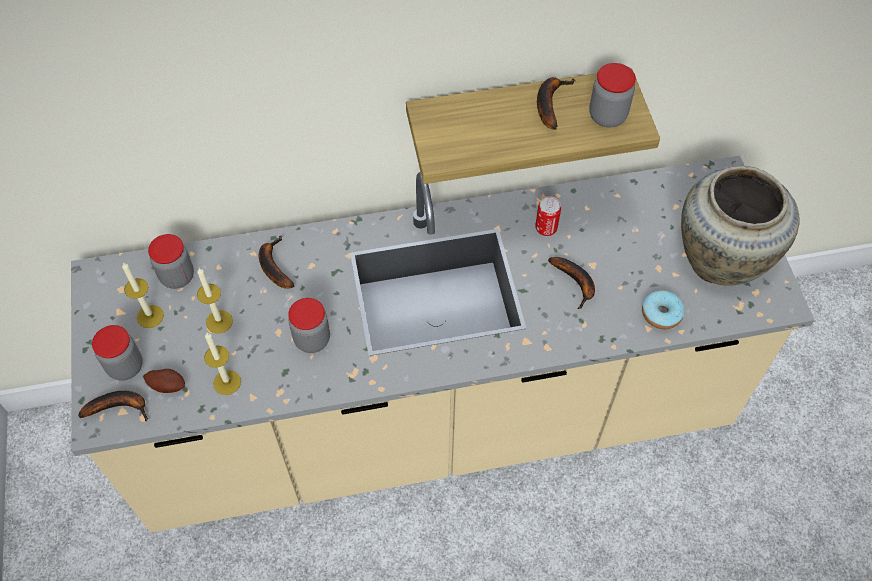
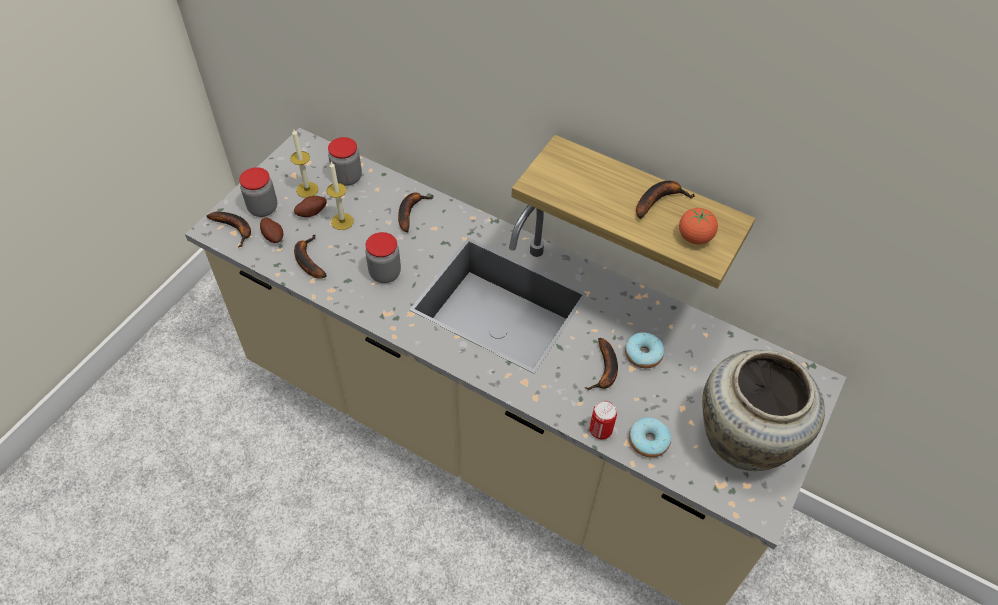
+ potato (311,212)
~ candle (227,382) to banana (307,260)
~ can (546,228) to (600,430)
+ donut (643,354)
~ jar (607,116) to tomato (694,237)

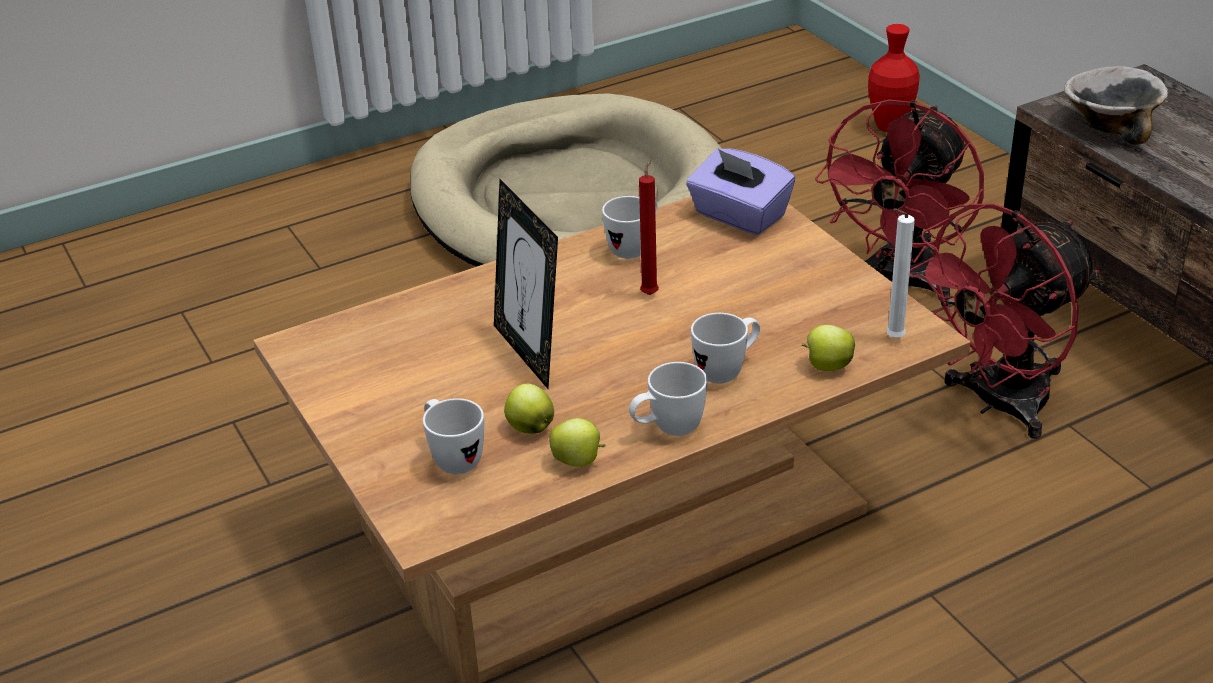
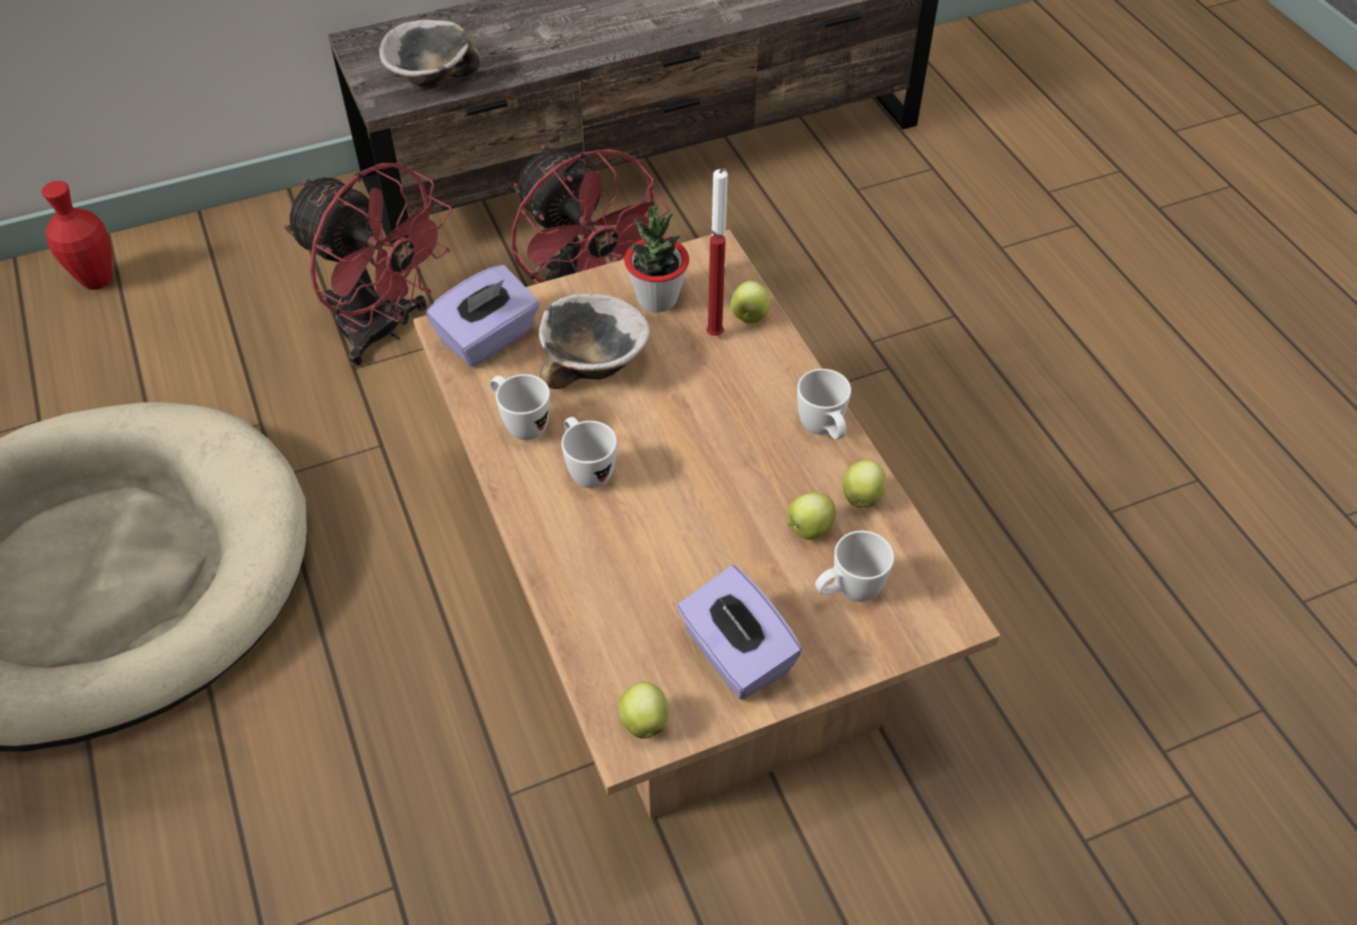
+ bowl (595,363)
~ white mug (727,370) to (586,469)
+ apple (644,721)
+ potted plant (657,299)
+ purple tissue box (735,655)
~ red candle (650,293) to (712,334)
- picture frame (529,353)

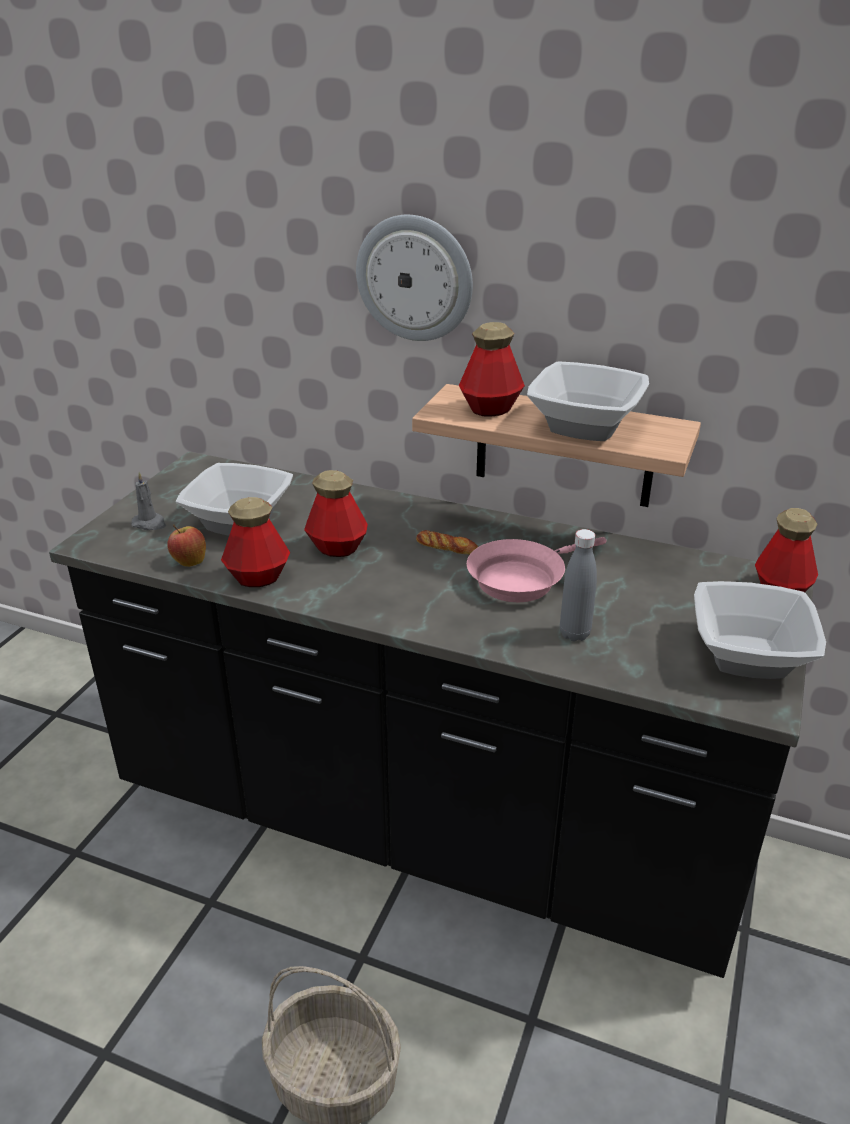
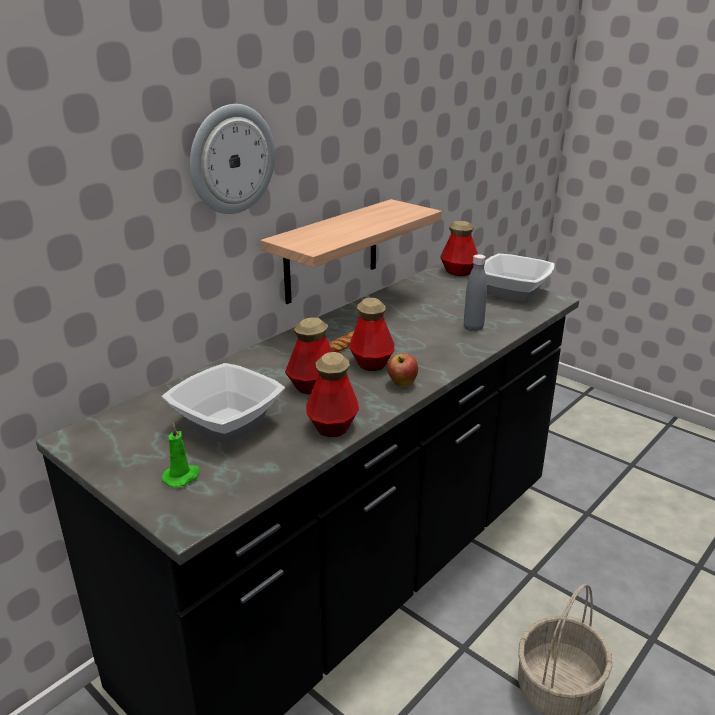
~ grey candle (150,524) to green candle (182,477)
~ bottle (490,409) to (371,363)
~ apple (189,562) to (402,384)
- pink frying pan (521,578)
- bowl (582,426)

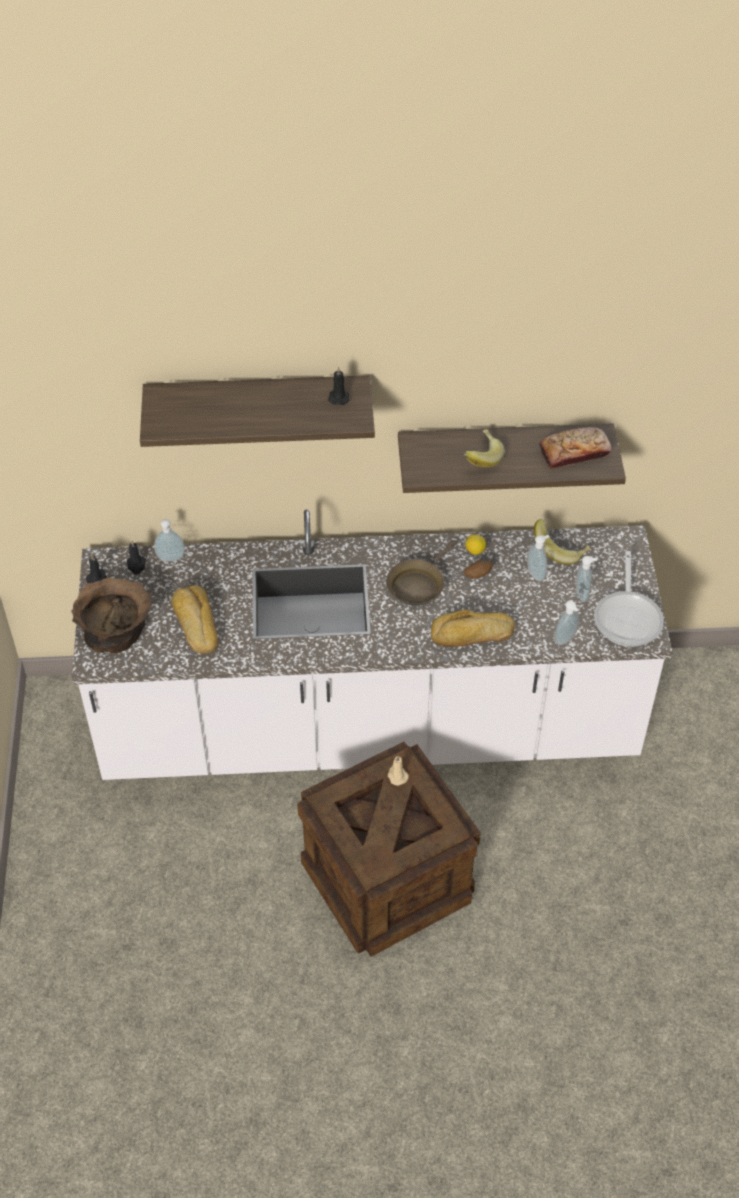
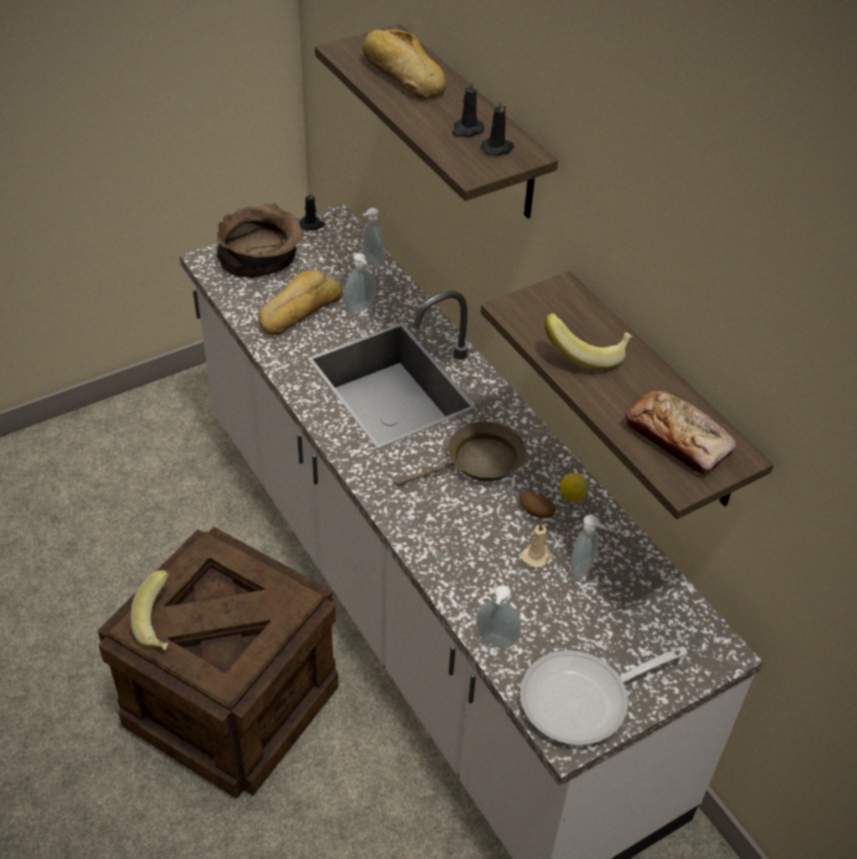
~ banana (560,550) to (161,623)
~ soap dispenser (583,594) to (361,308)
~ bread (472,635) to (402,75)
~ brown frying pan (417,585) = (478,463) 150 degrees clockwise
~ black candle (136,565) to (467,130)
~ beige candle (397,775) to (537,555)

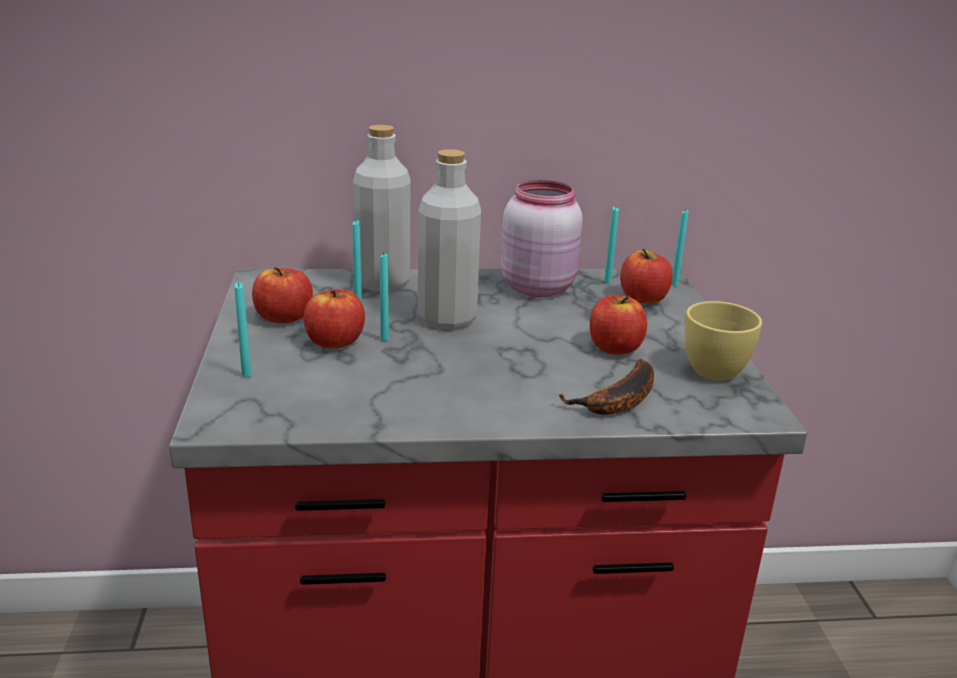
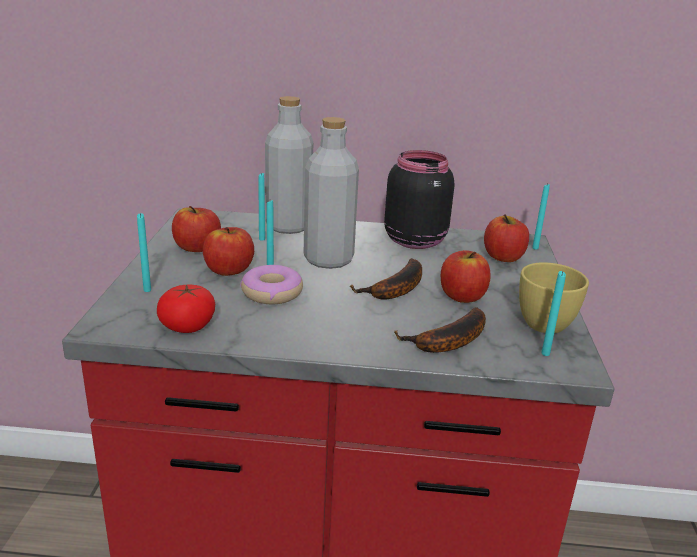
+ tomato (187,325)
+ donut (272,293)
+ banana (396,290)
~ pink jar (537,286) to black jar (414,240)
~ turquoise candle (607,282) to (545,353)

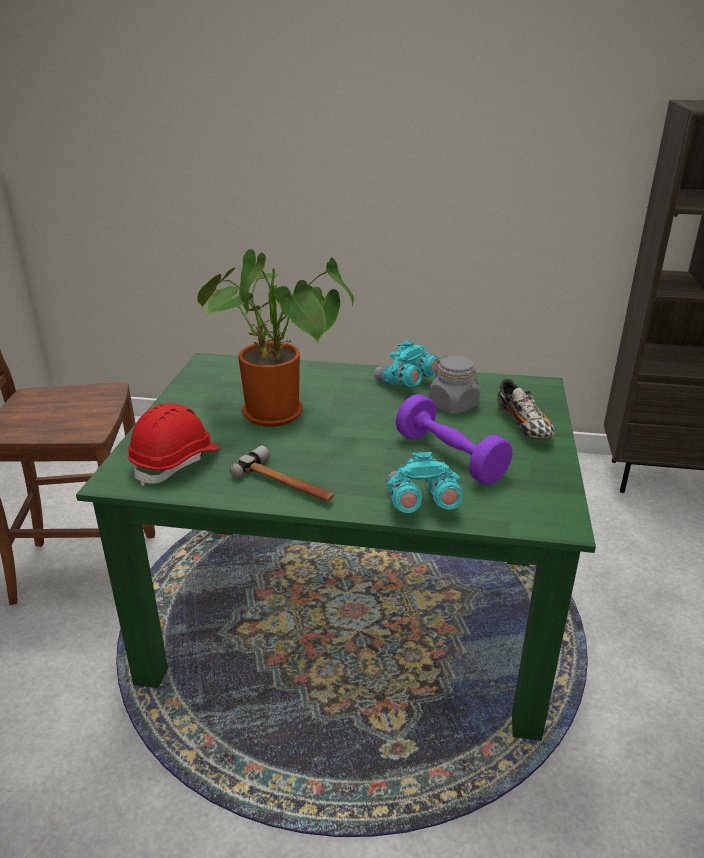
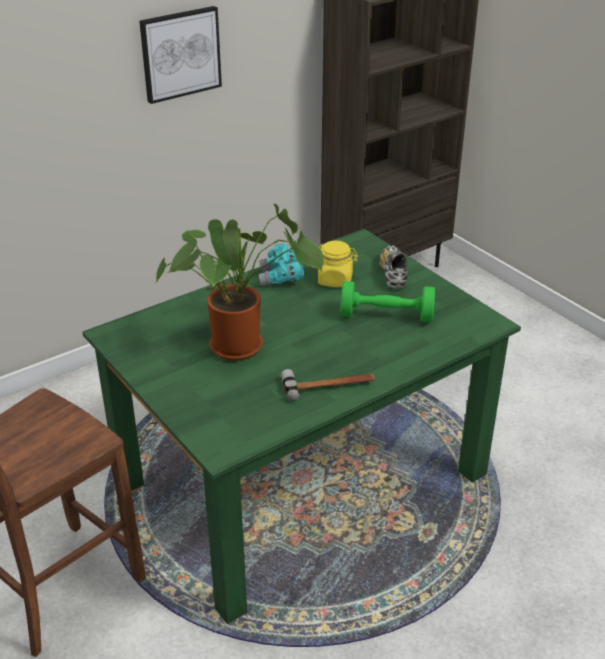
+ picture (180,54)
~ grey jar (453,405) to yellow jar (335,280)
~ purple dumbbell (450,457) to green dumbbell (386,316)
~ shoe (523,426) = (393,274) 120 degrees counterclockwise
- red hard hat (176,462)
- turquoise binoculars (420,504)

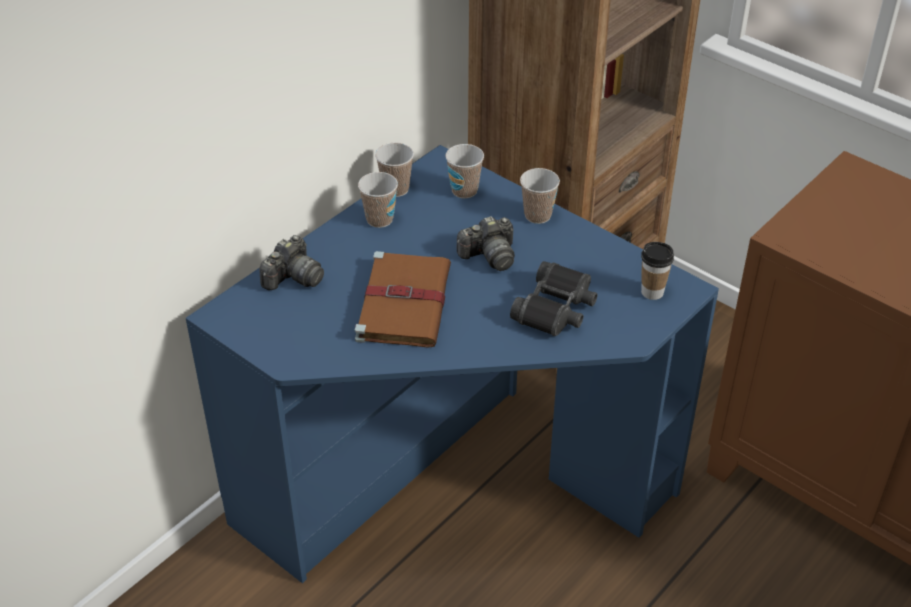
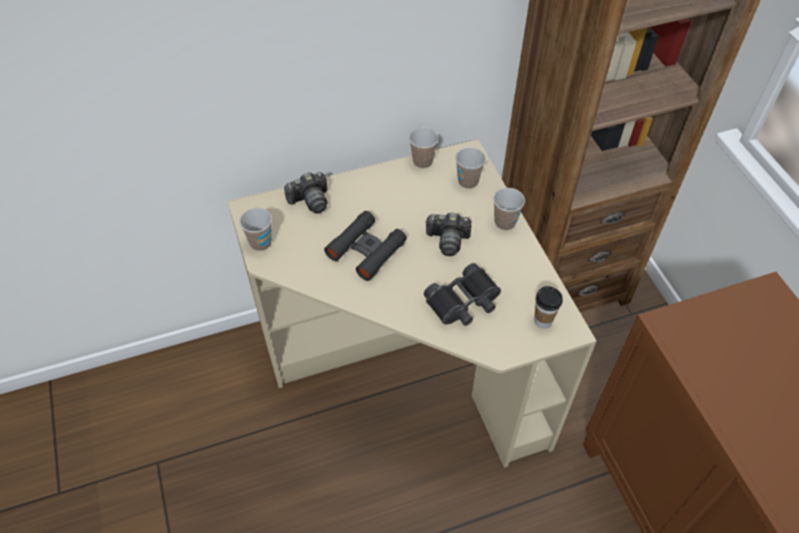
~ blue desk (450,481) to beige desk (408,365)
~ cup (379,219) to (260,243)
~ brown book (404,301) to black binoculars (366,250)

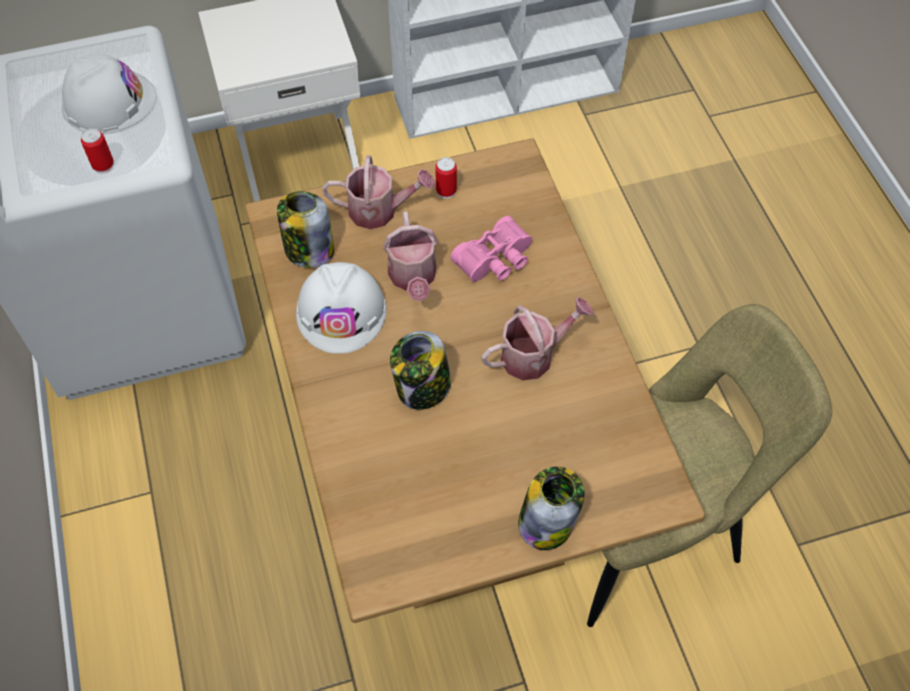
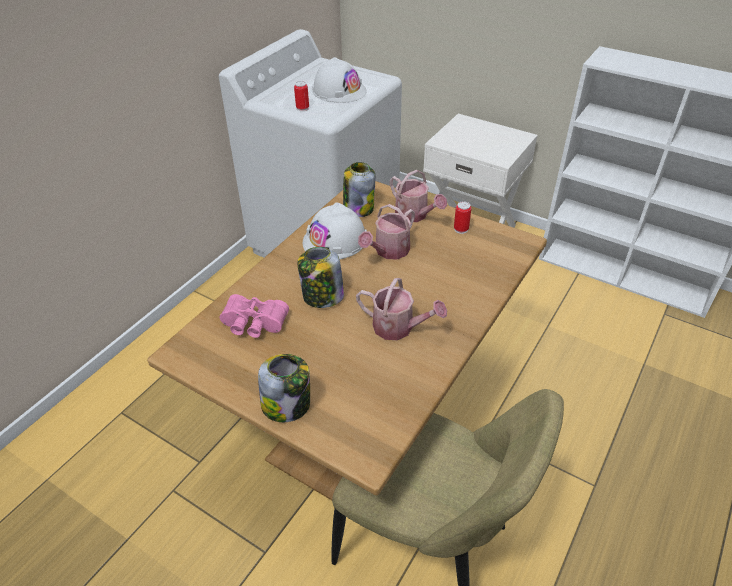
~ pink binoculars (496,261) to (253,325)

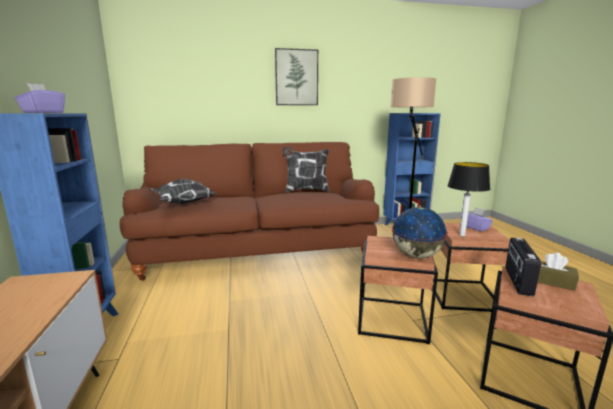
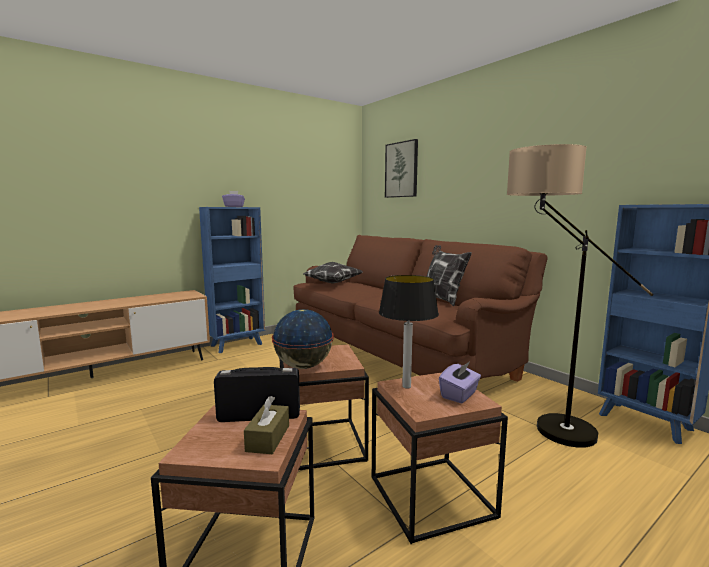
~ picture (296,77) to (401,170)

